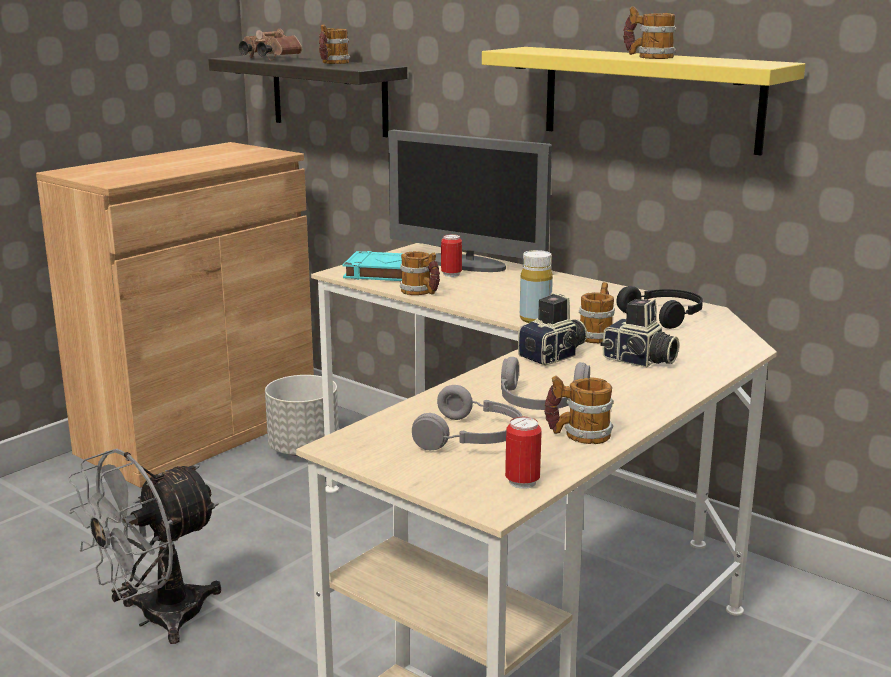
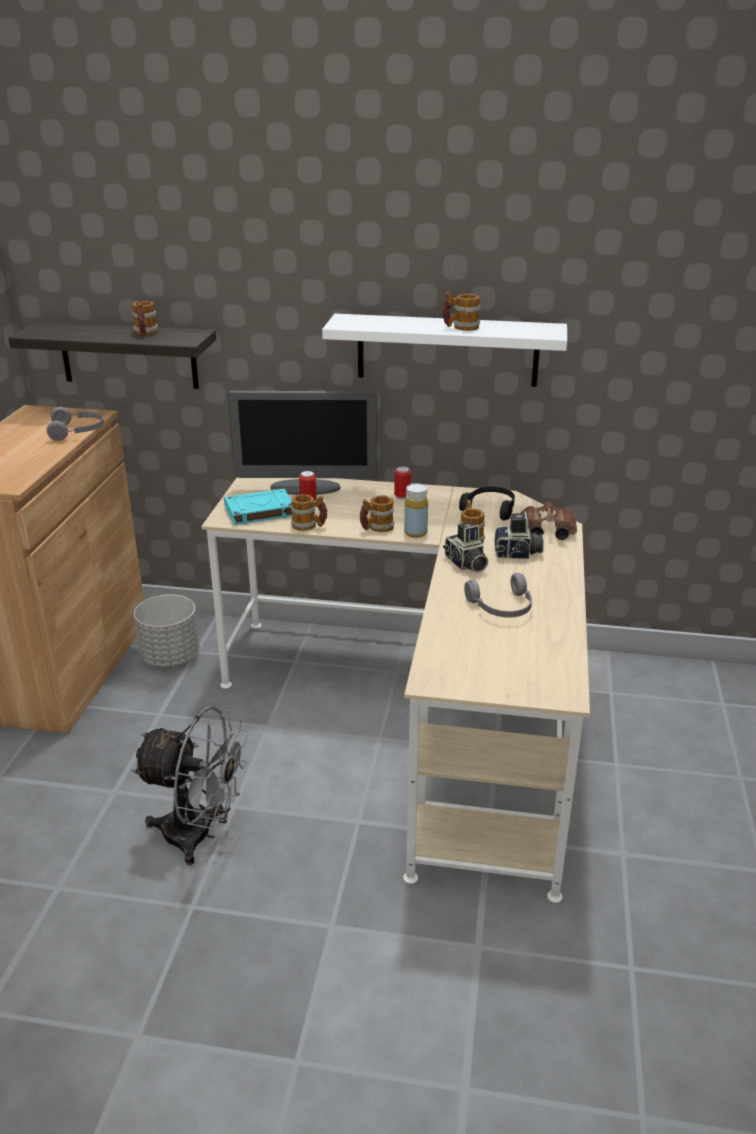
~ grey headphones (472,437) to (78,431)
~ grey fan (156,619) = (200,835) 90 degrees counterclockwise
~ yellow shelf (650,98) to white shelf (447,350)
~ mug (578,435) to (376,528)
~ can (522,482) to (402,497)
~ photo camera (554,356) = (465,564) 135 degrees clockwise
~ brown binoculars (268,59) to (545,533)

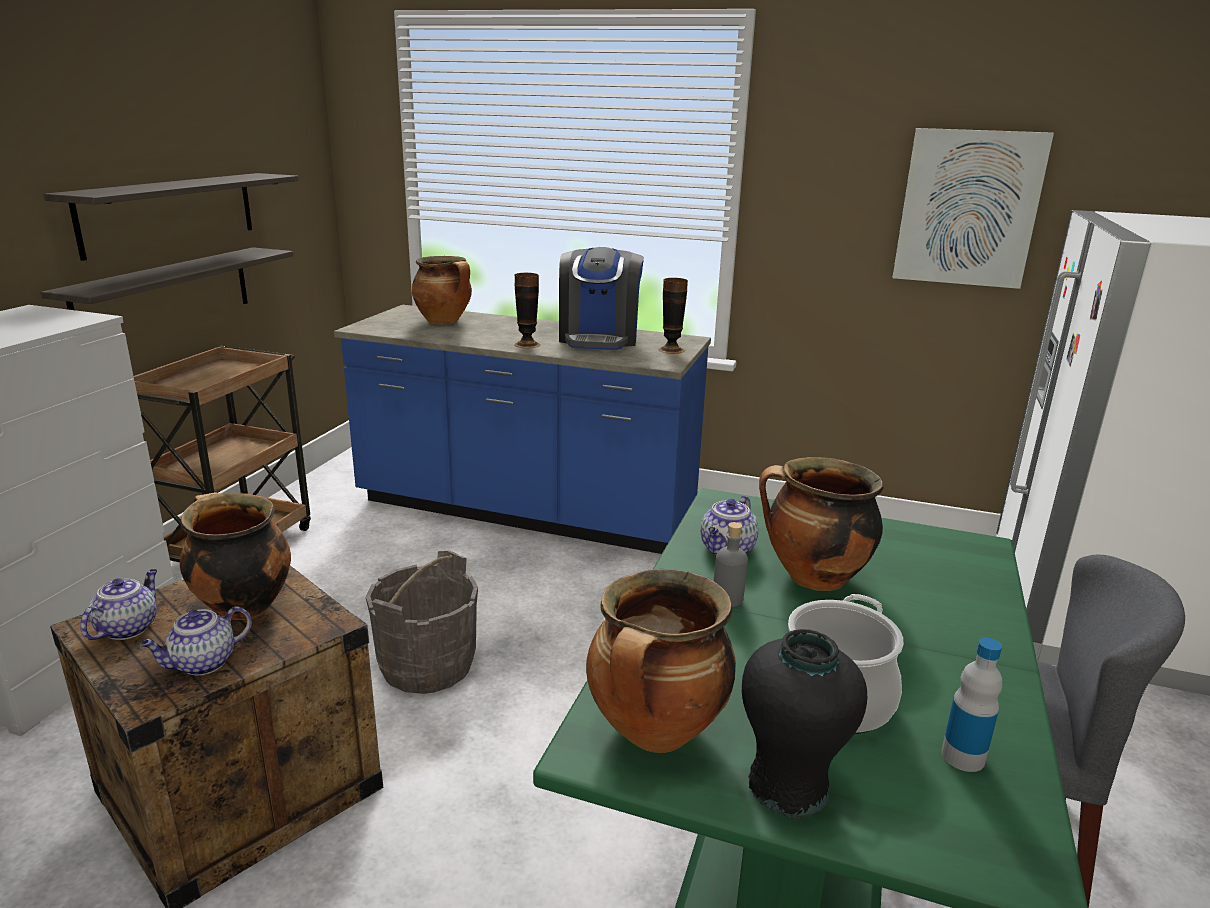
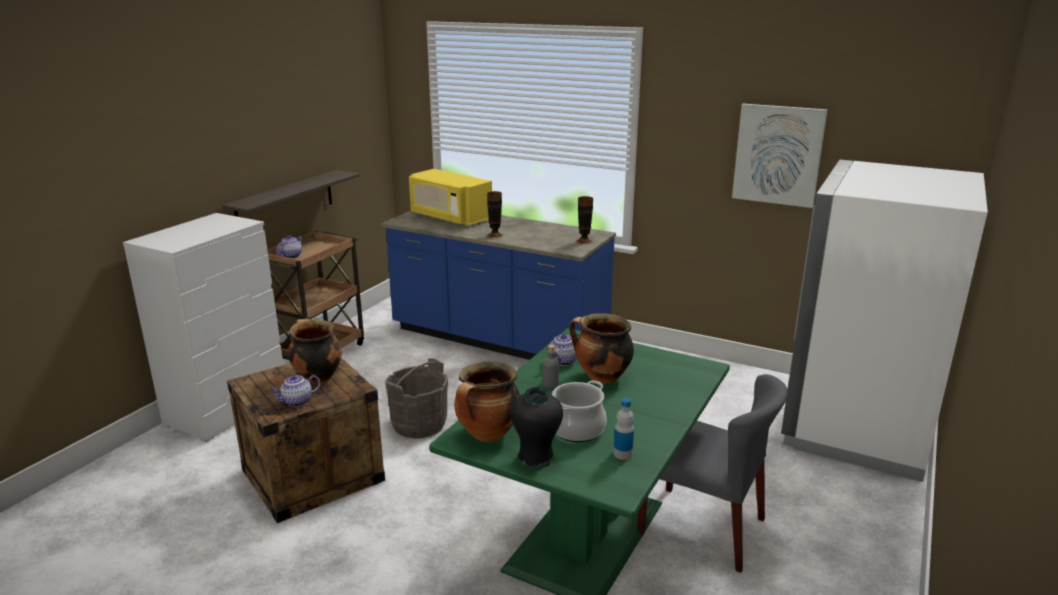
~ teapot (128,628) to (291,256)
~ cooking pot (445,322) to yellow microwave (450,217)
- shelf (170,213)
- coffee machine (599,338)

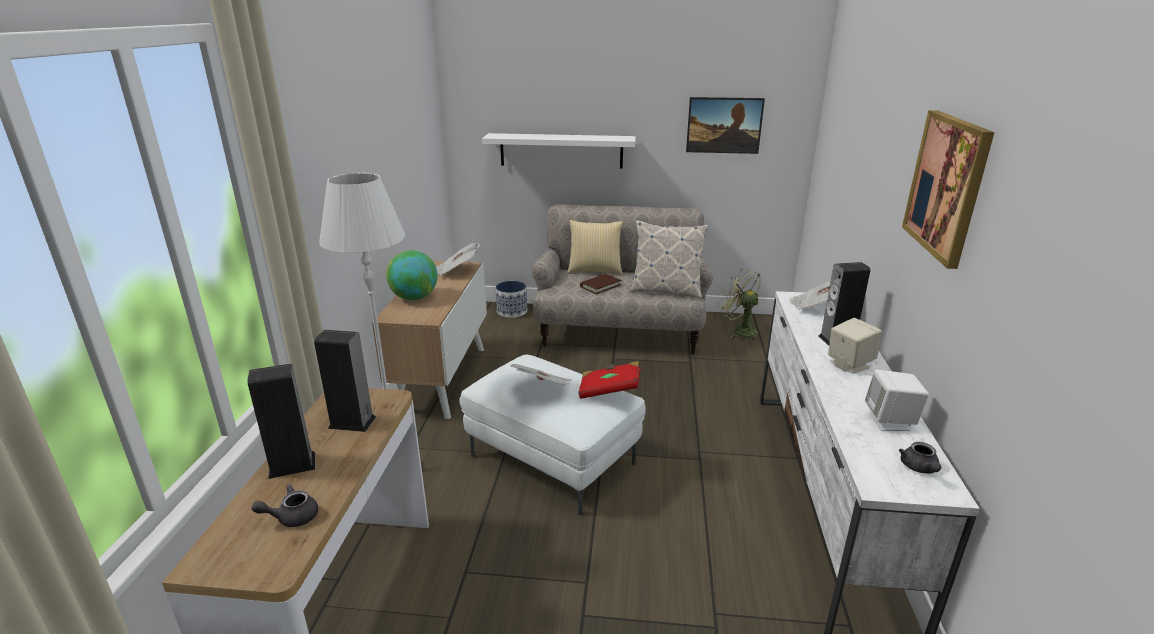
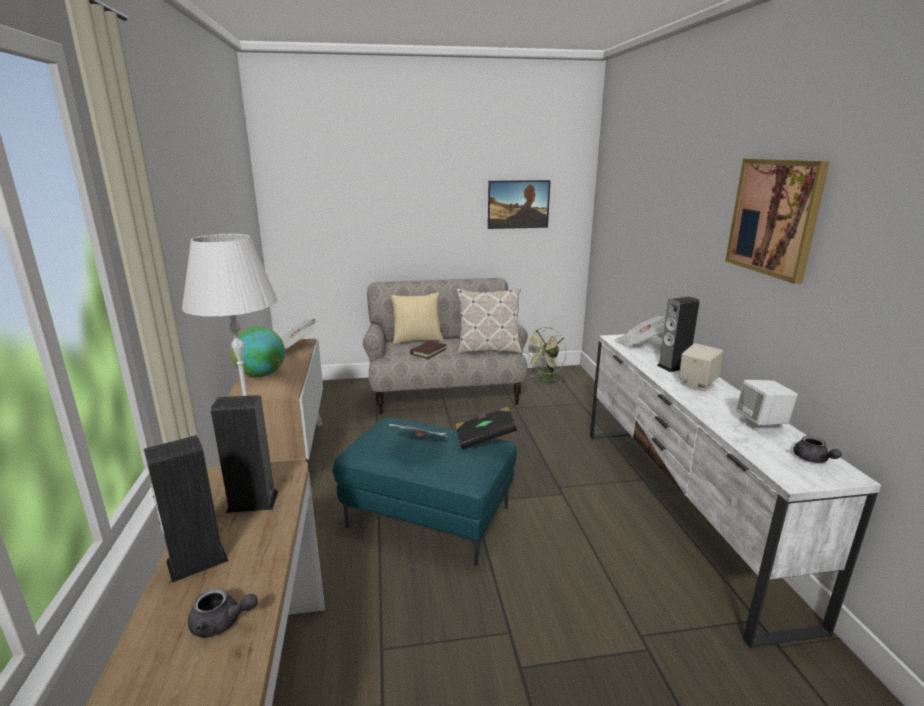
~ grey teapot (292,517) = (221,623) 135 degrees counterclockwise
~ white ottoman (554,459) to turquoise ottoman (429,516)
~ red book (609,391) to black book (485,438)
~ green fan (739,330) = (546,380) 75 degrees counterclockwise
- white shelf (561,150)
- planter (512,311)

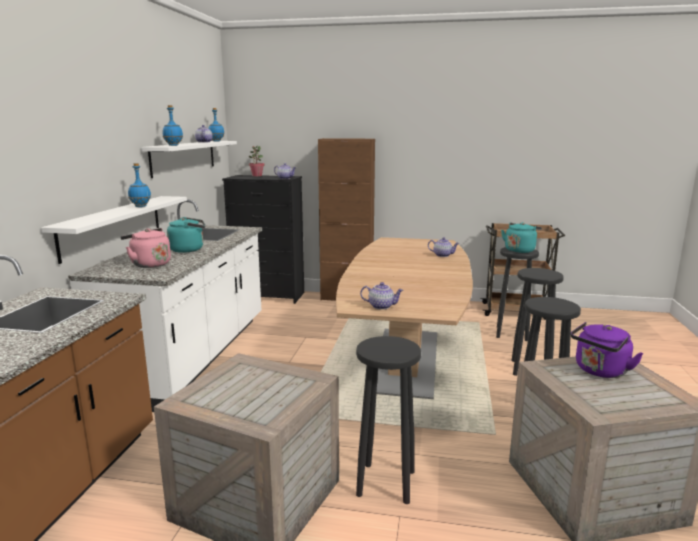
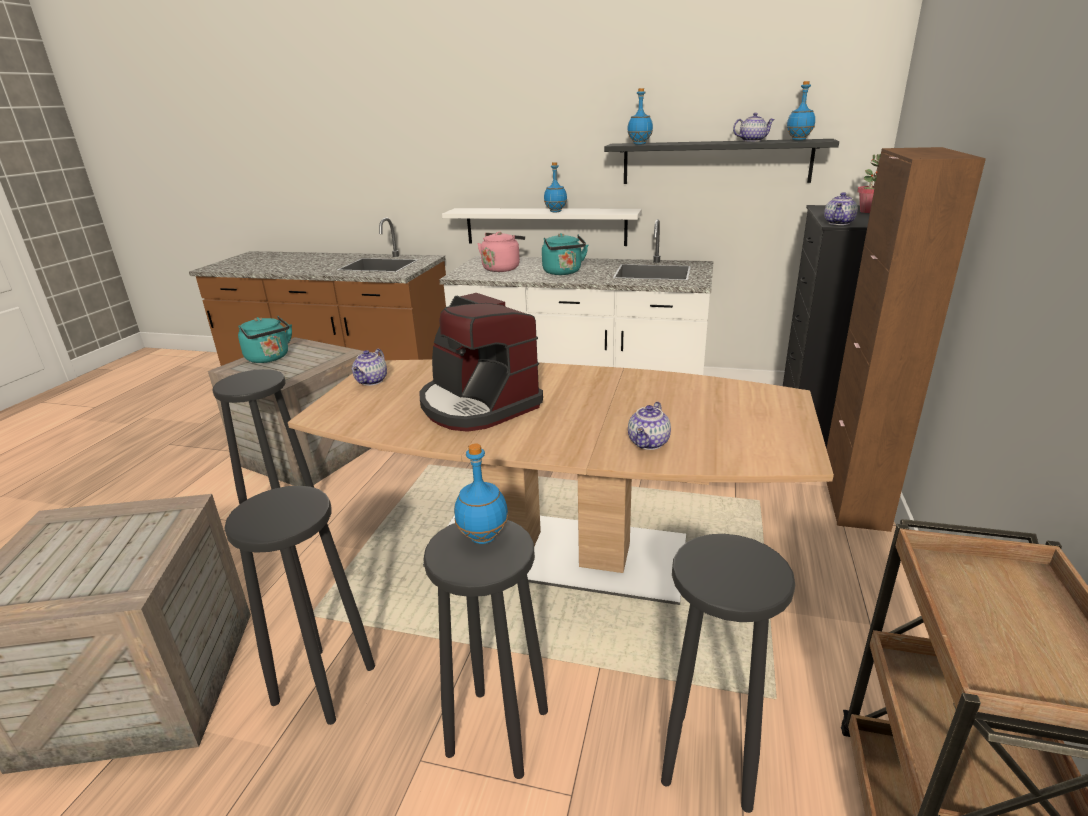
~ turquoise kettle (520,250) to (269,358)
+ coffee machine (477,404)
+ blue bottle (484,537)
~ white shelf (184,157) to black shelf (715,162)
- purple kettle (599,371)

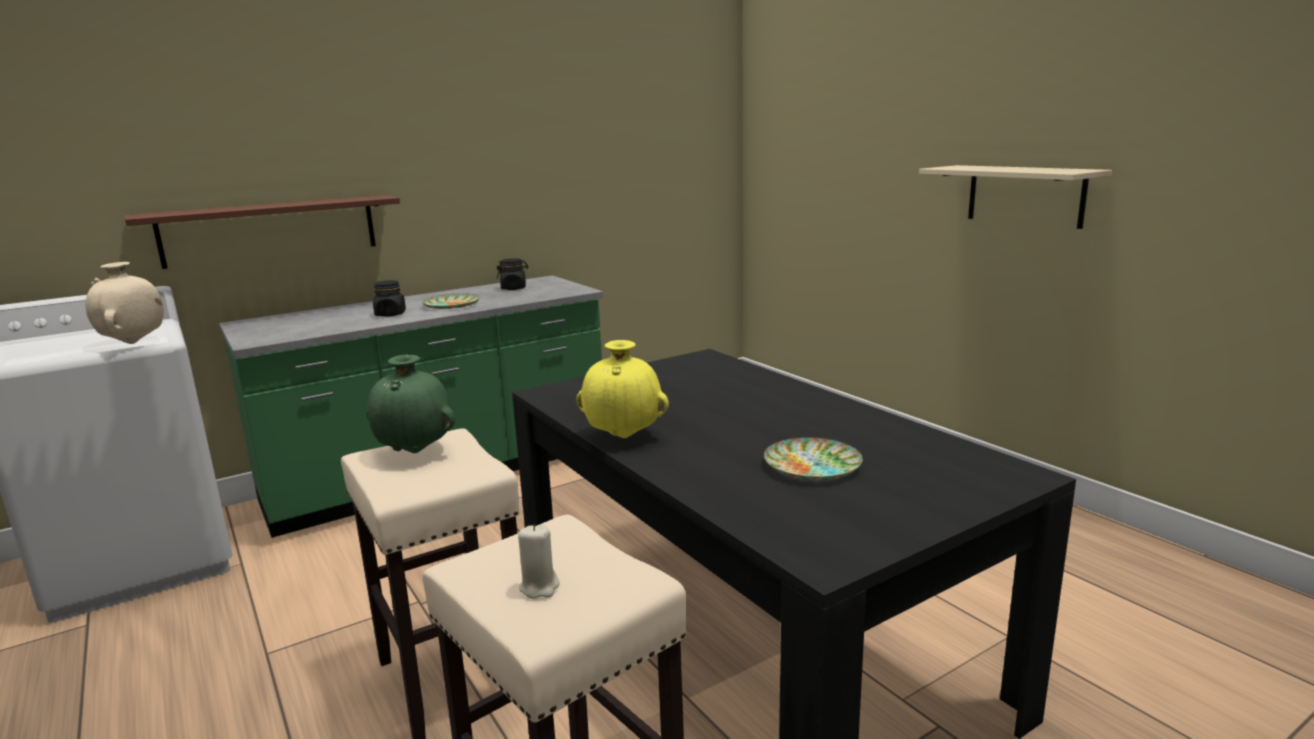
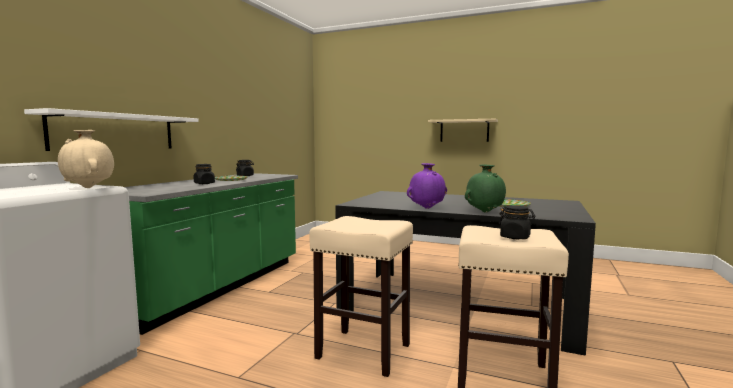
~ brown shelf (270,230) to white shelf (116,132)
~ yellow vase (624,436) to purple vase (427,208)
~ green vase (416,451) to (485,212)
~ beige candle (539,587) to black jar (515,237)

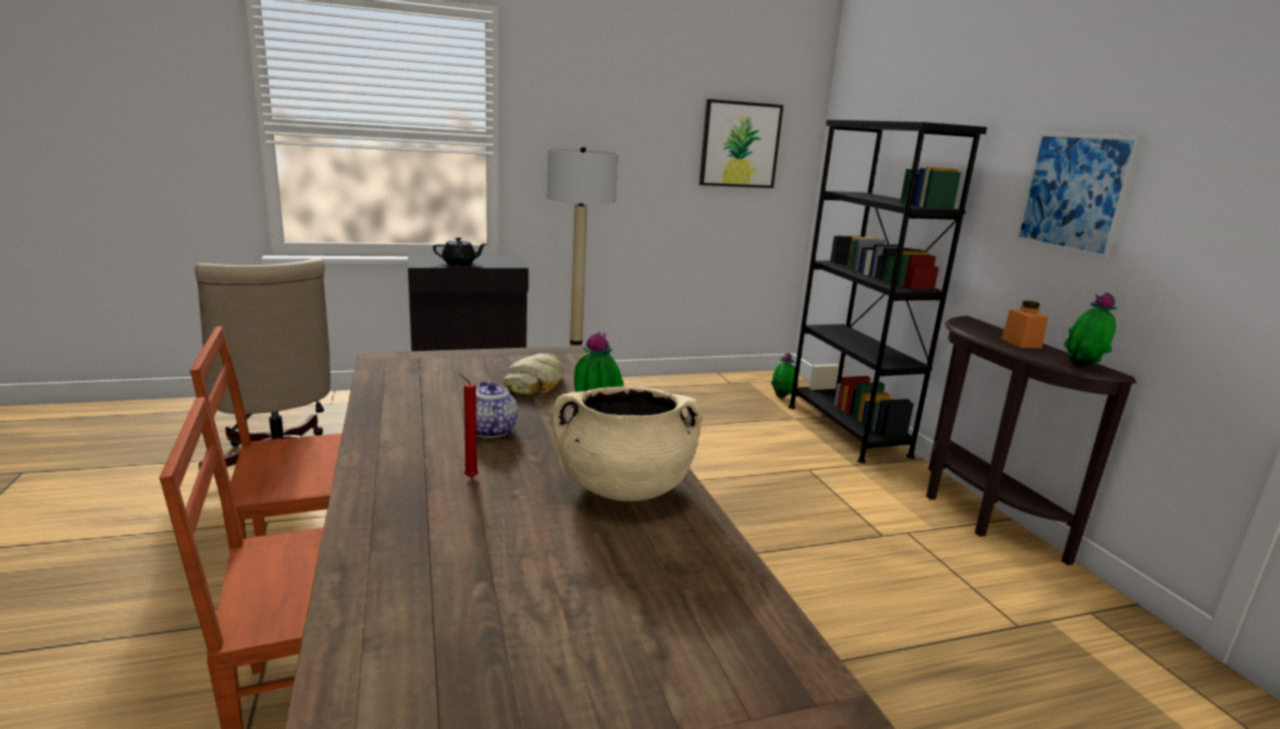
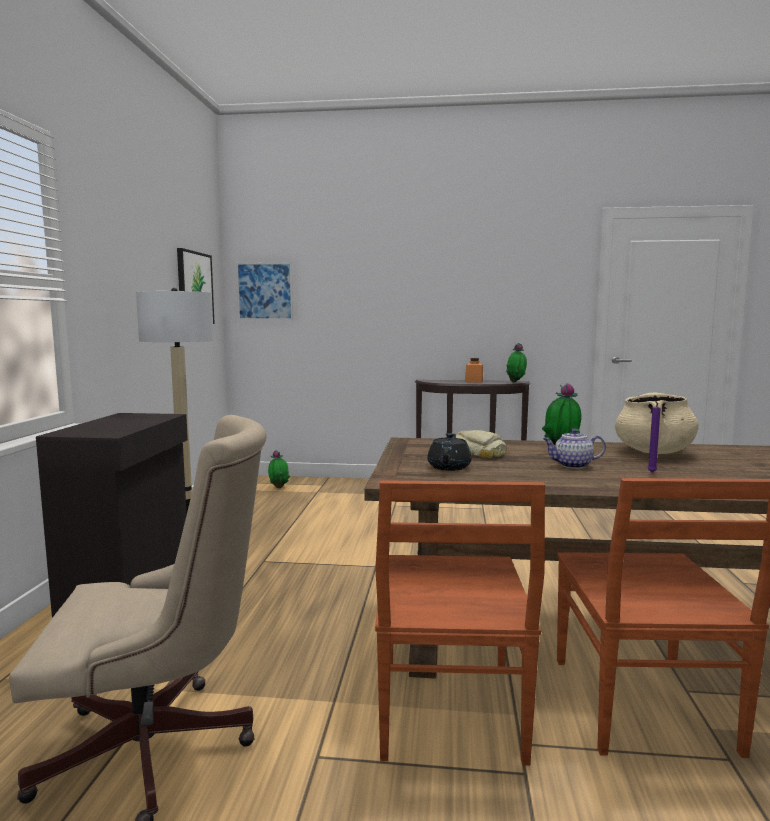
~ picture (1073,192) to (264,291)
~ black teapot (459,263) to (449,467)
~ red candle (469,477) to purple candle (651,472)
- black bookcase (846,430)

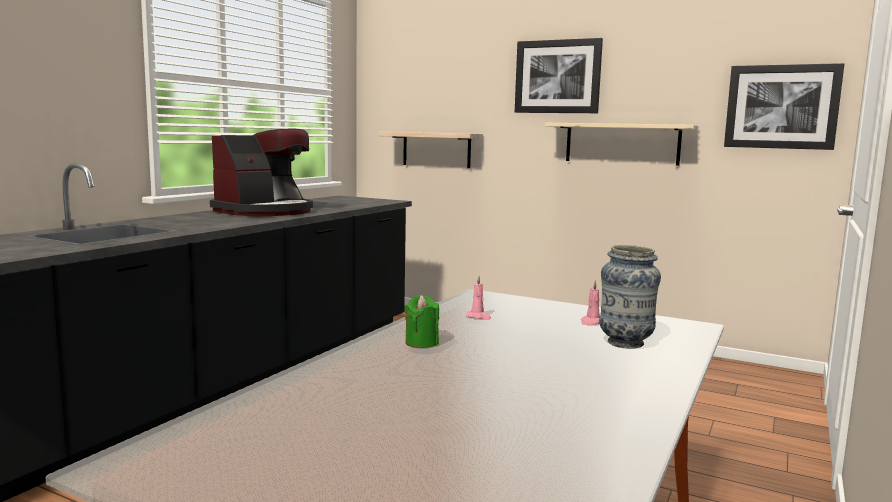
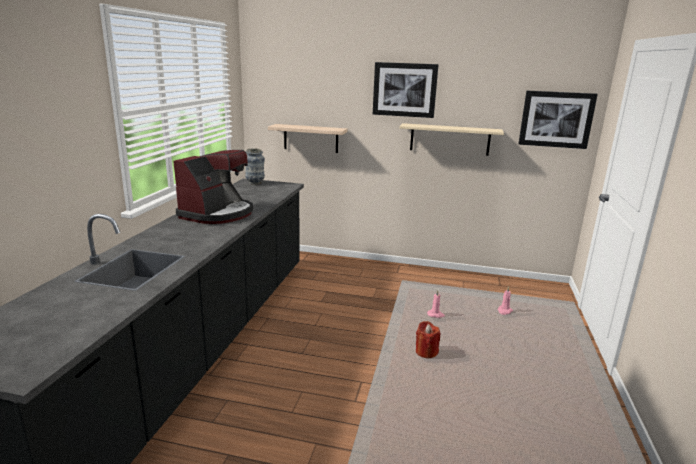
~ vase (625,343) to (255,183)
~ green candle (421,343) to red candle (426,352)

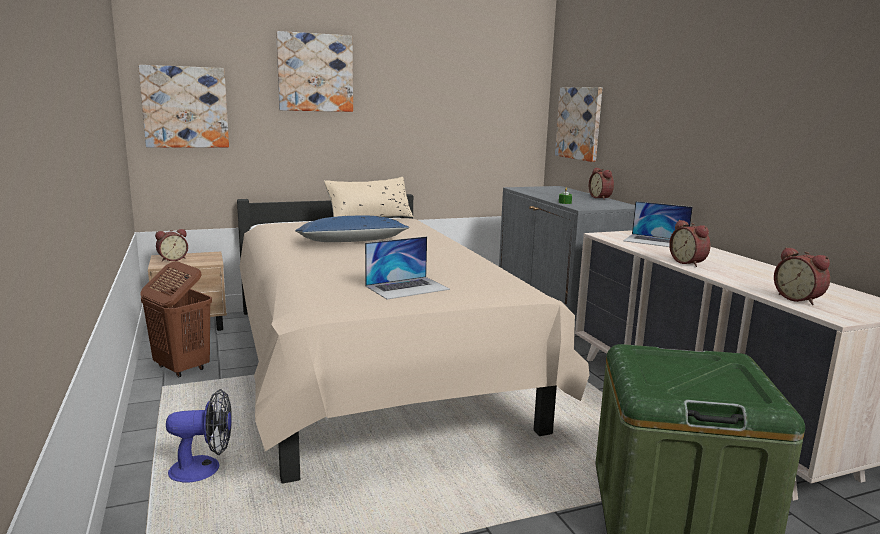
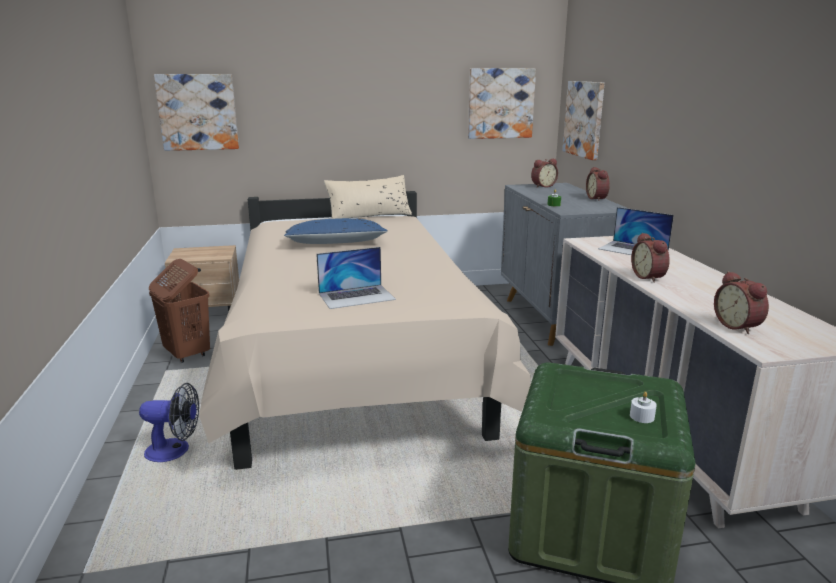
~ picture (315,73) to (500,103)
~ alarm clock (172,259) to (542,186)
+ white candle (642,416)

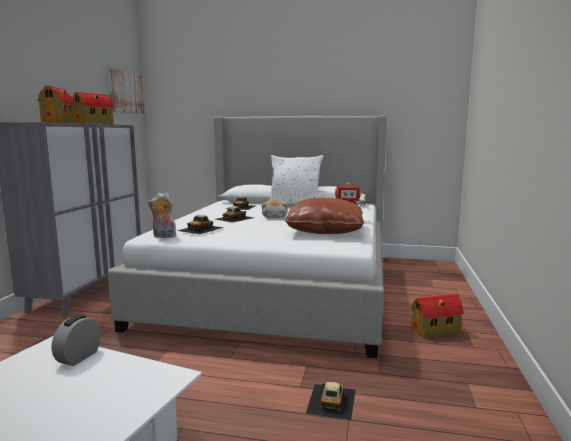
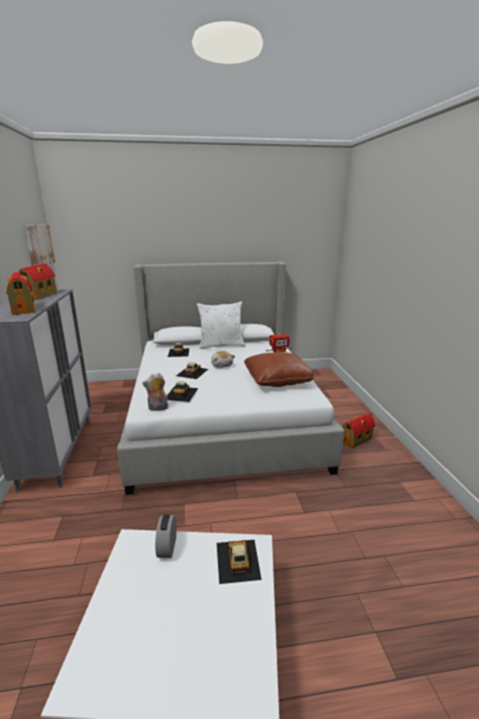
~ toy car (331,401) to (237,560)

